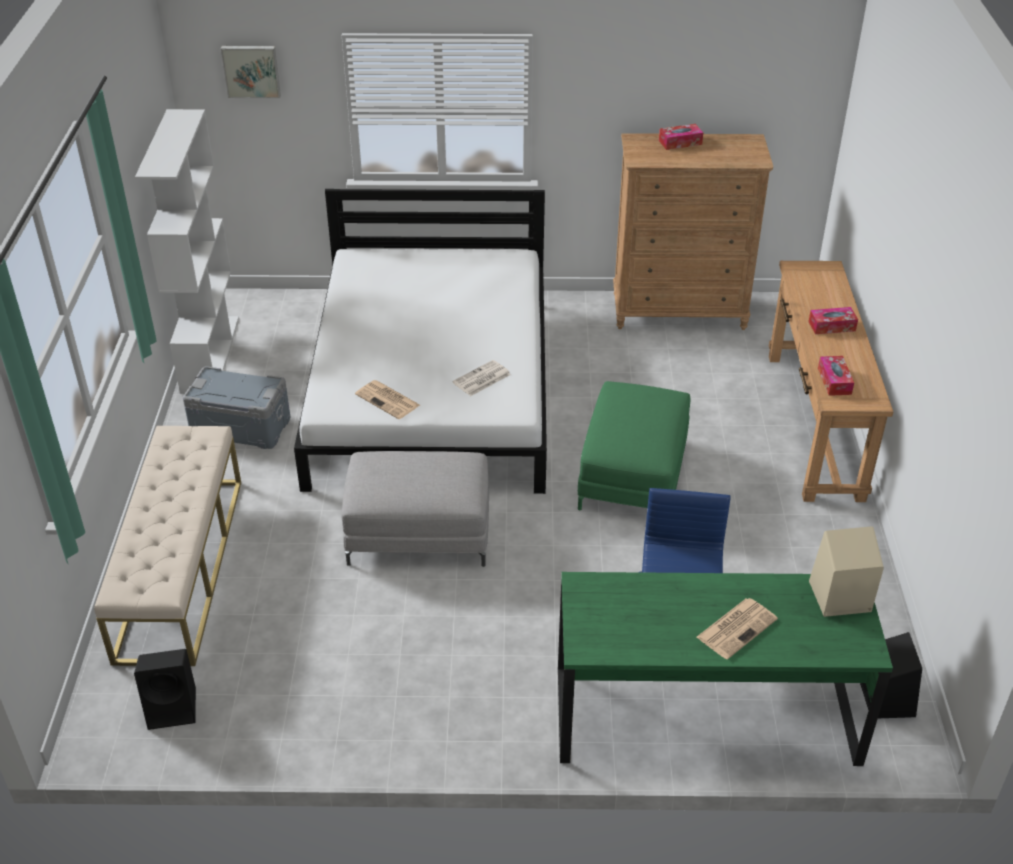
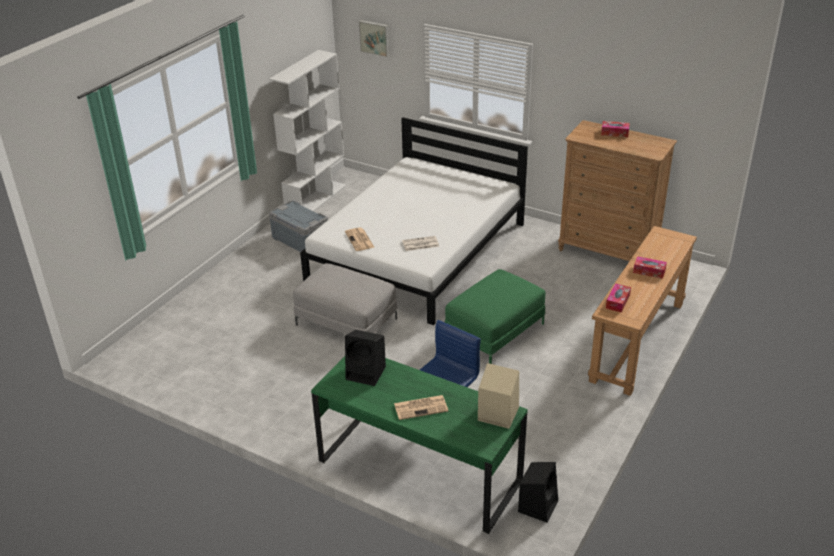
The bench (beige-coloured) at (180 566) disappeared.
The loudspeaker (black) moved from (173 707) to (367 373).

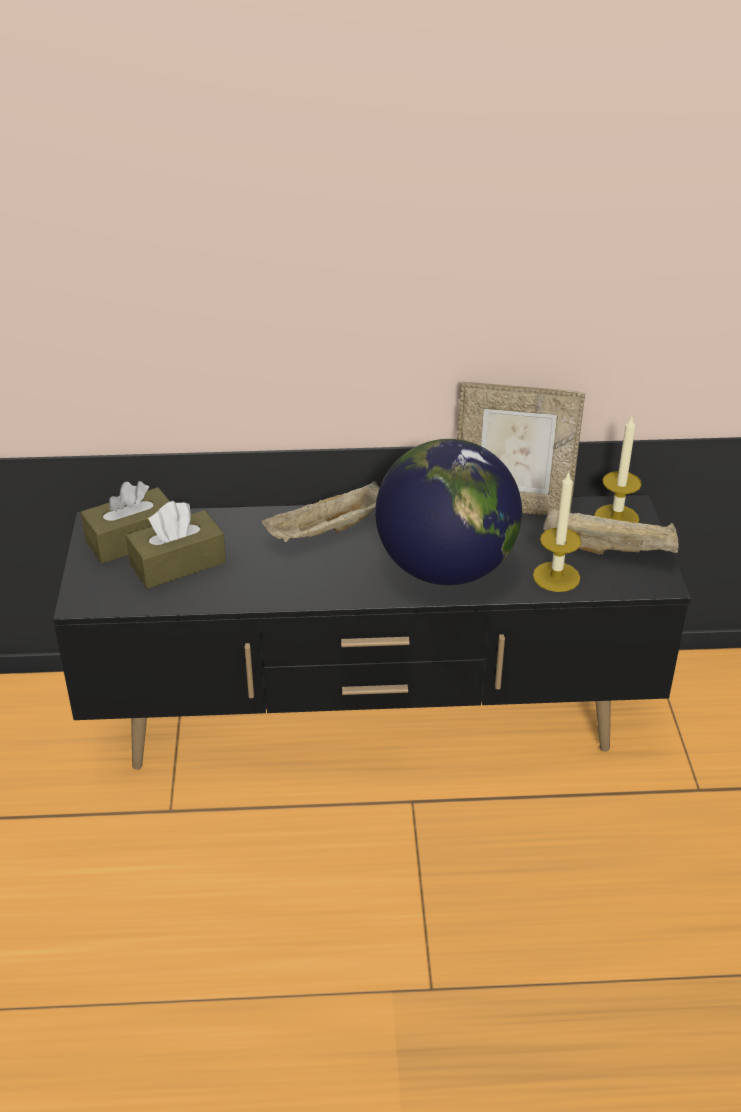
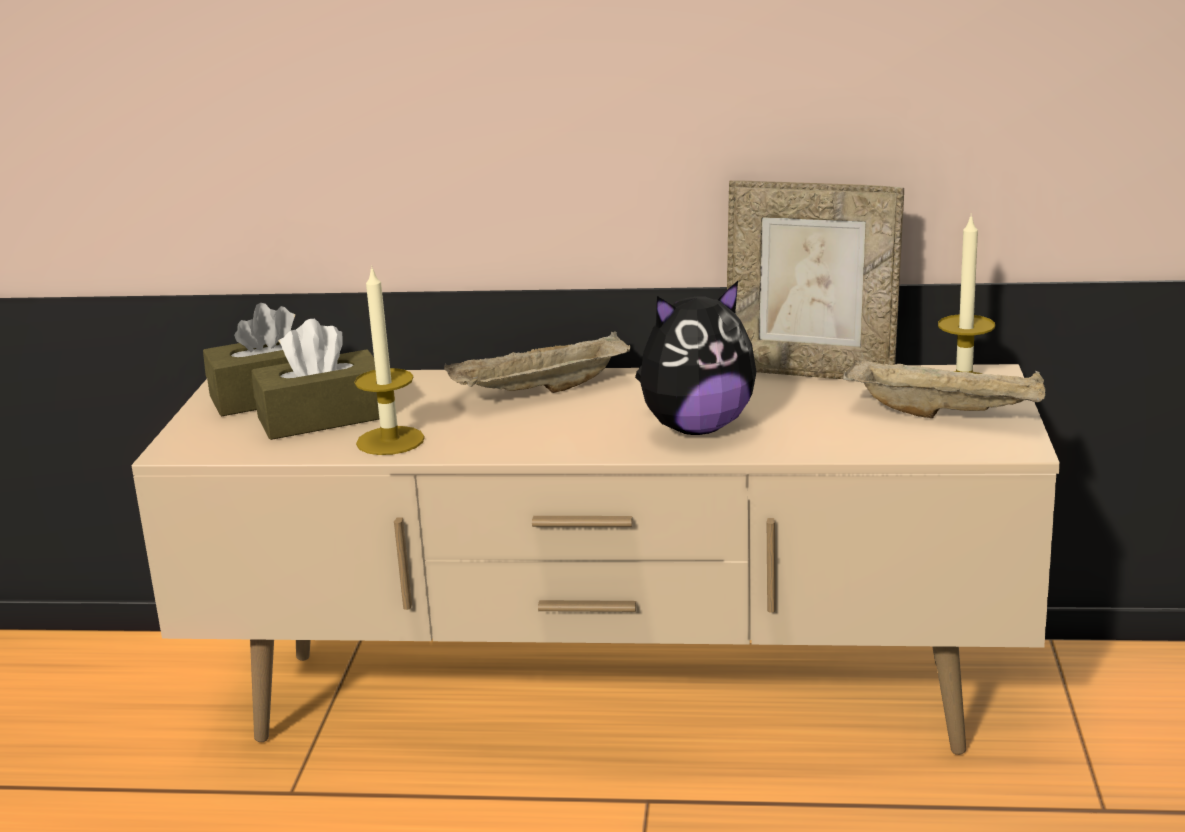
The wax candle moved from (556 577) to (390 441).
The globe at (446 568) was replaced by the soft toy at (696 428).
The tv stand (black) at (372 723) became the tv stand (beige-coloured) at (610 705).

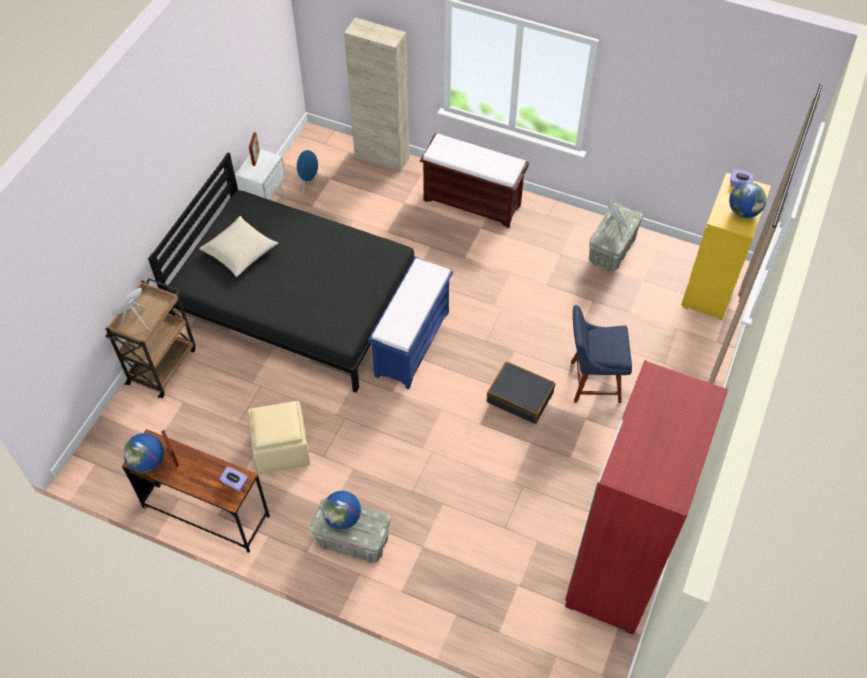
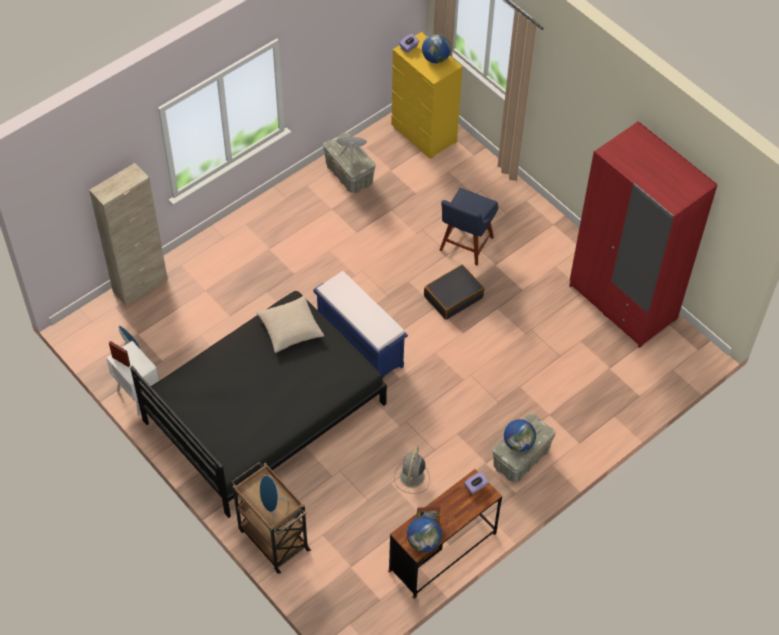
The bench (brownish) at (473 202) disappeared.
The cushion (beige-coloured) moved from (239 251) to (290 328).
The ottoman (beige-coloured) at (281 449) was replaced by the electric fan (gray) at (411 477).

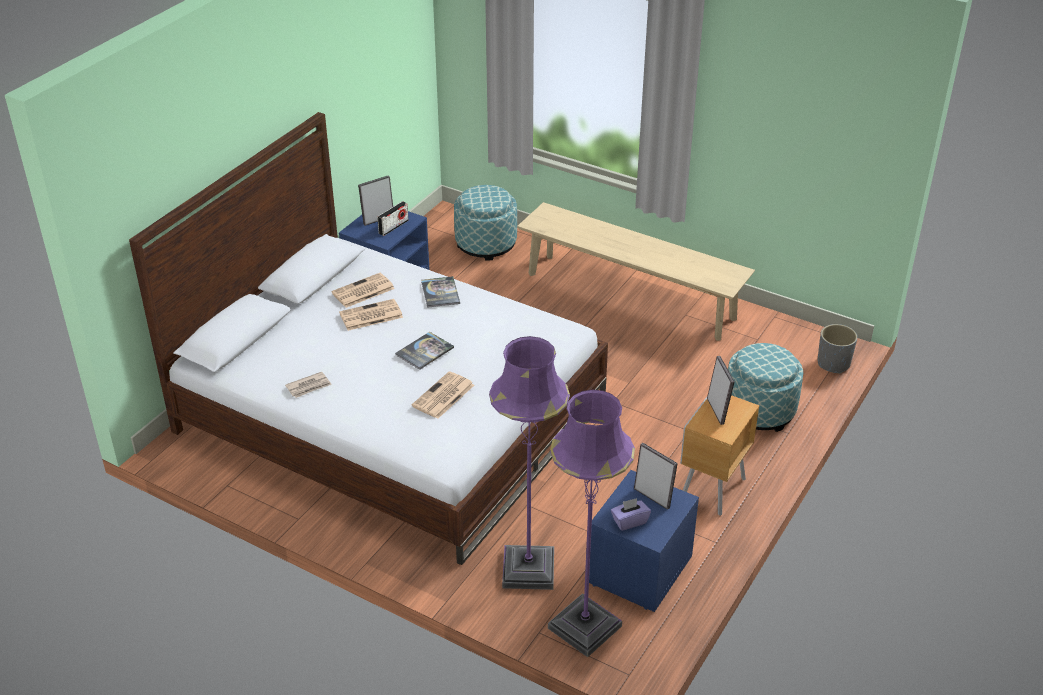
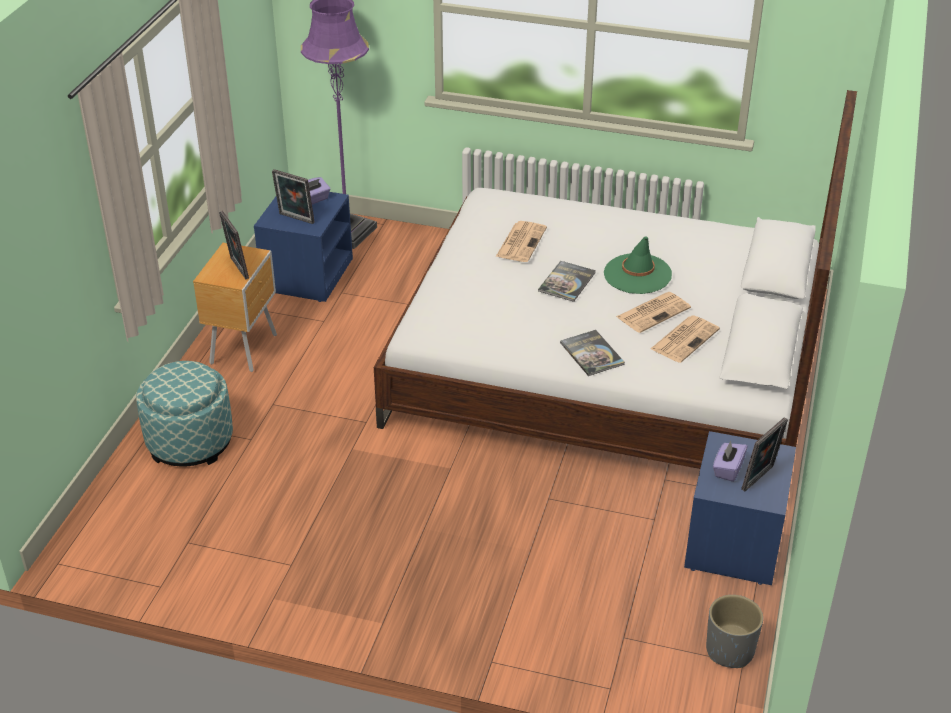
The daily paper at (309 386) disappeared.
The ottoman at (486 244) disappeared.
The standing lamp (purple-coloured) at (528 569) disappeared.
The bench (beige-coloured) at (630 296) disappeared.
The wearable hat (greenish) at (637 274) appeared.
The planter (gray) moved from (833 364) to (729 650).
The radio set at (393 227) was replaced by the box of tissues (purple-coloured) at (728 469).

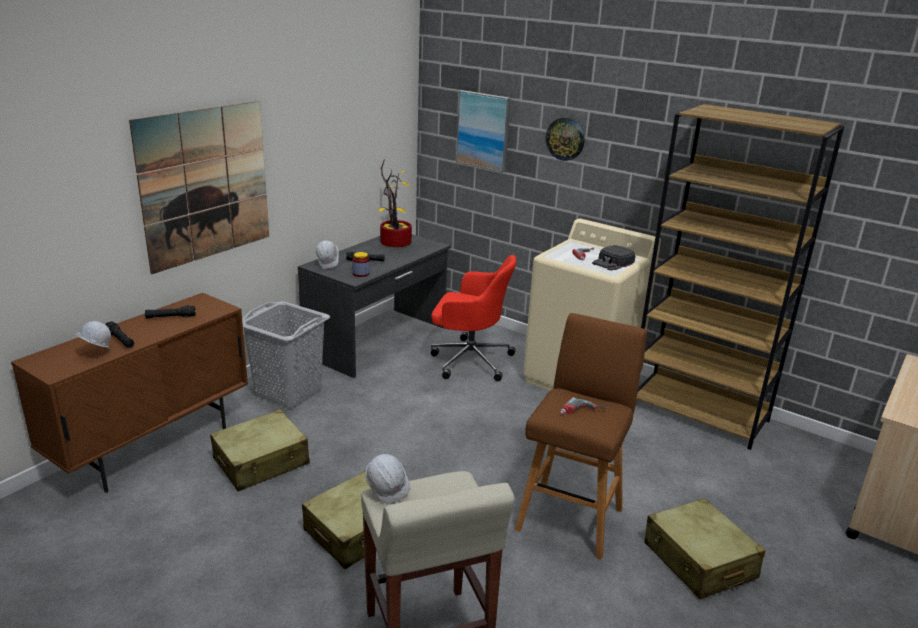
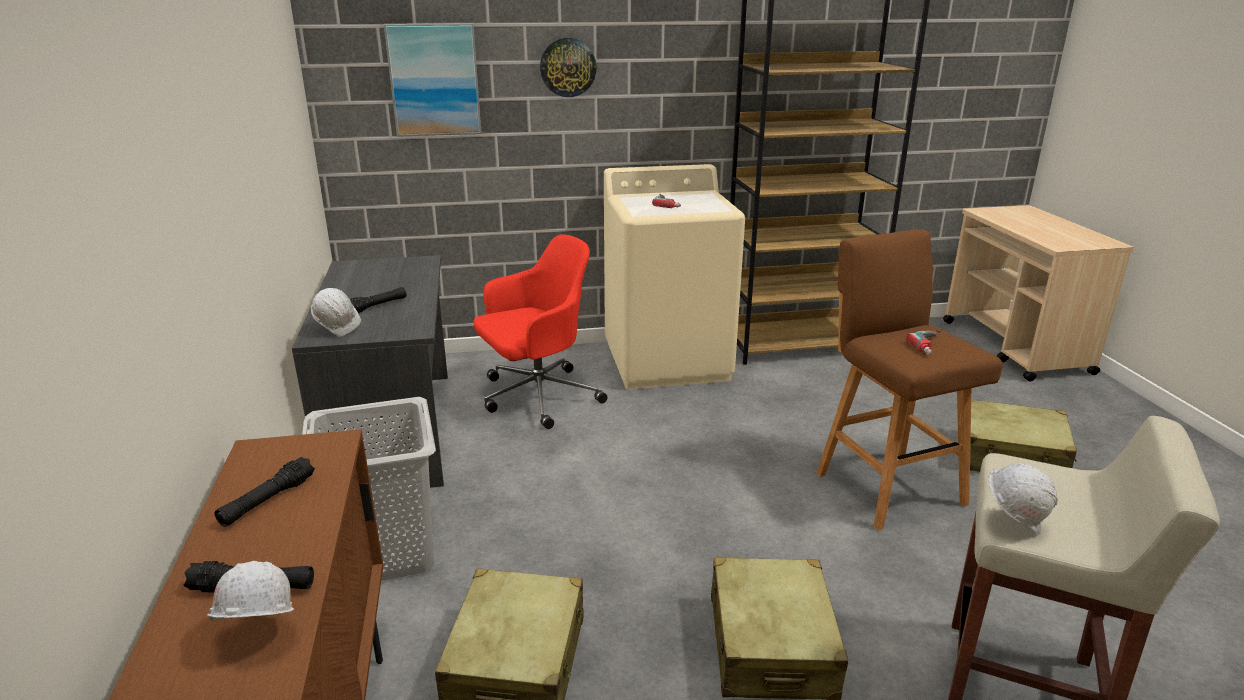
The wall art at (205 184) disappeared.
The storage jar at (361 274) disappeared.
The potted plant at (393 242) disappeared.
The cap (black) at (613 262) disappeared.

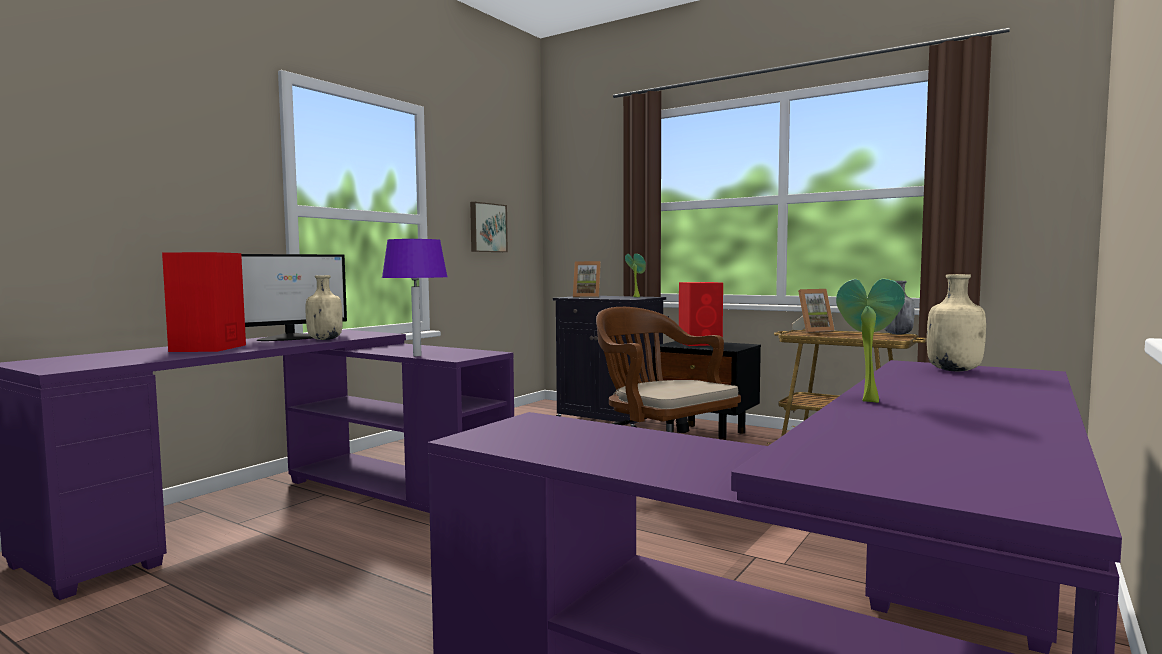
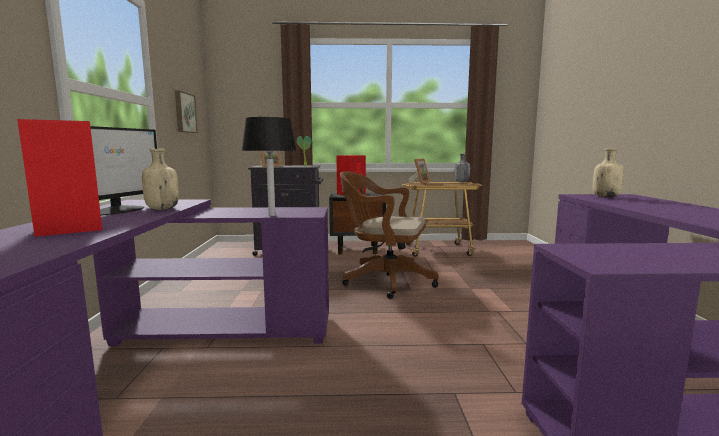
The potted plant at (866 400) disappeared.
The table lamp (purple-coloured) at (417 355) became the table lamp (black) at (271 215).

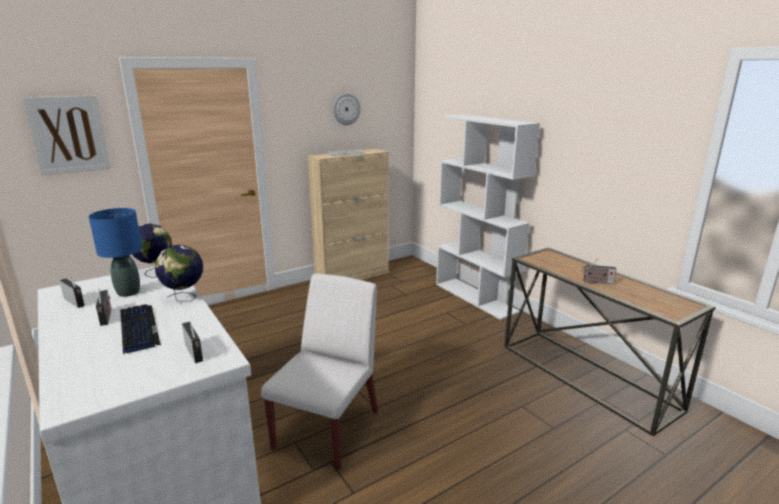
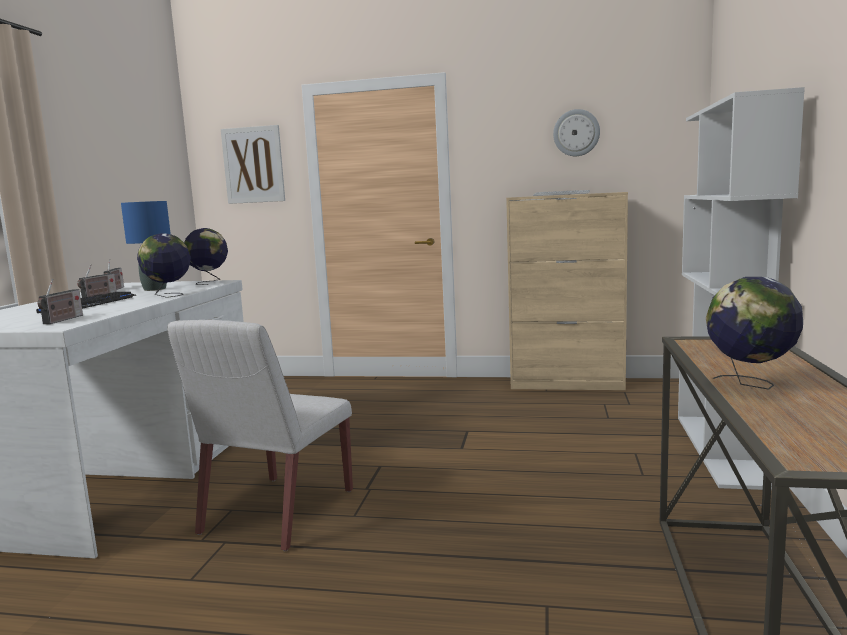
The radio set at (597 282) was replaced by the globe at (750 384).
The chair (white) at (328 428) turned 135 degrees clockwise.

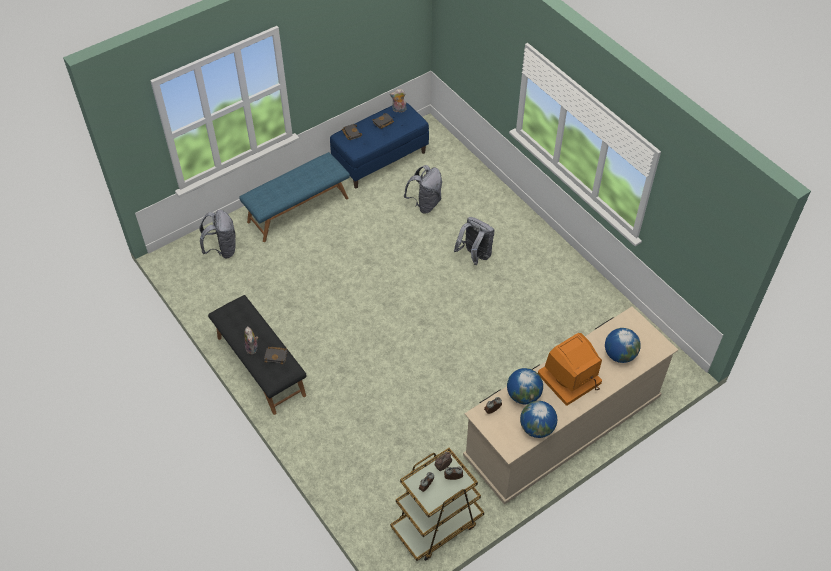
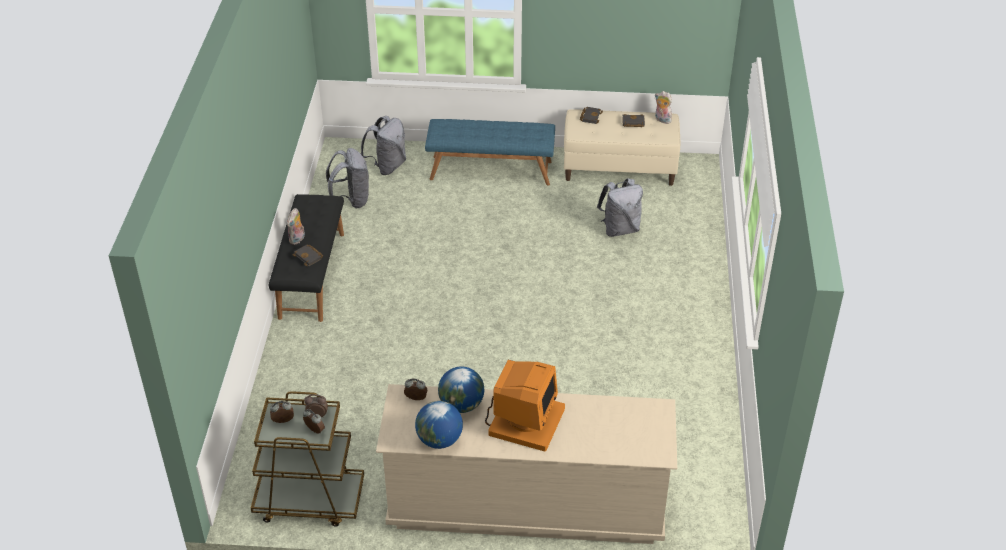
The globe at (619 355) disappeared.
The rucksack (gray) moved from (474 255) to (351 200).
The bench (blue) at (380 159) became the bench (beige-coloured) at (620 168).
The computer display at (570 379) turned 105 degrees clockwise.

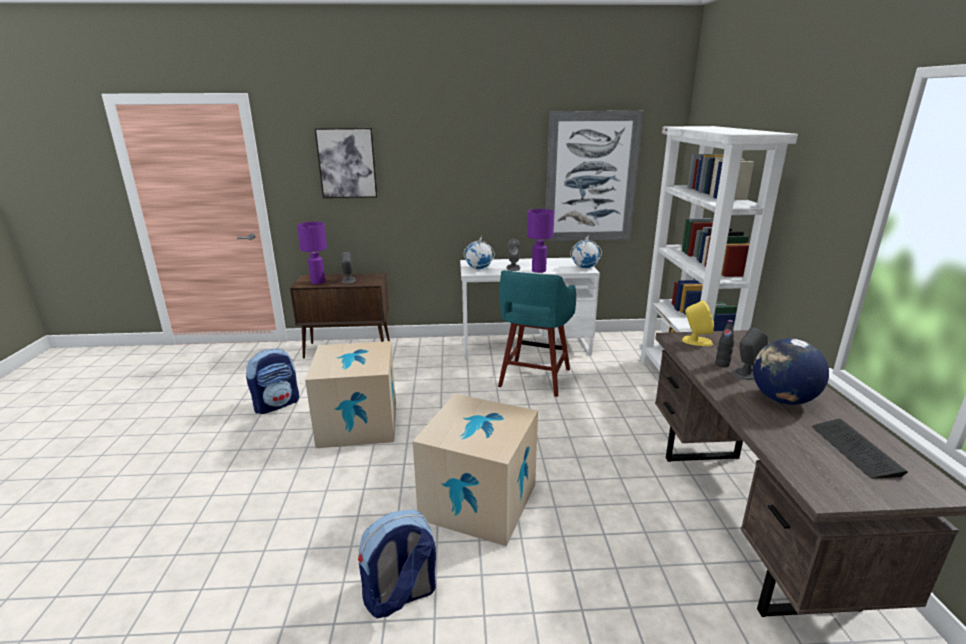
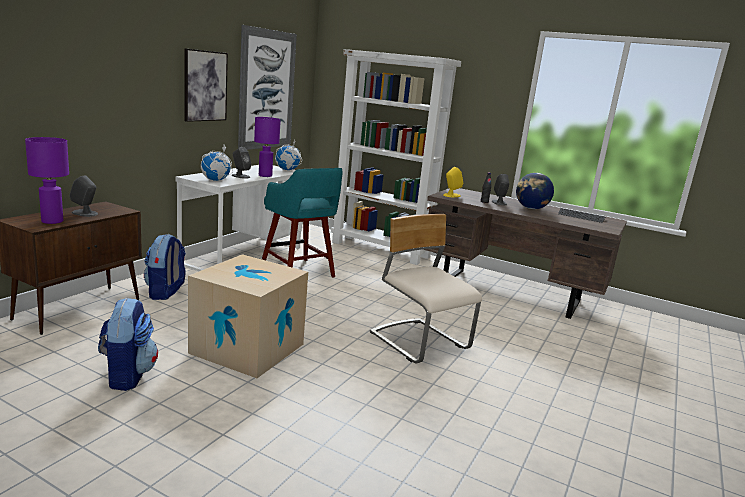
The wall art moved from (347 163) to (205 86).
The rucksack moved from (400 596) to (166 293).
The carton at (479 501) was replaced by the chair (beige-coloured) at (420 342).

